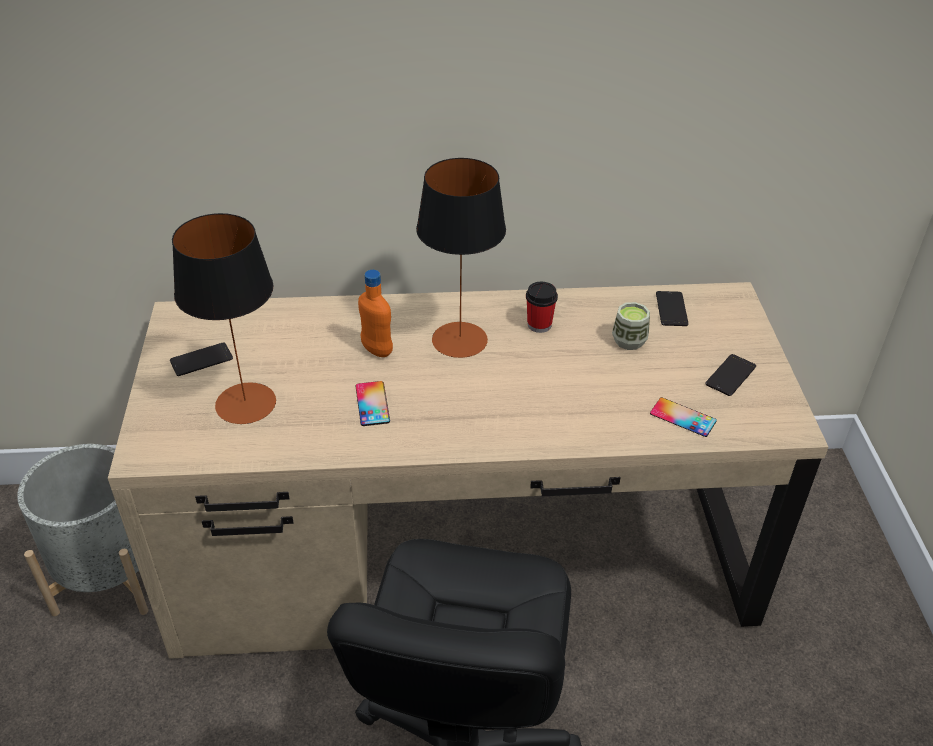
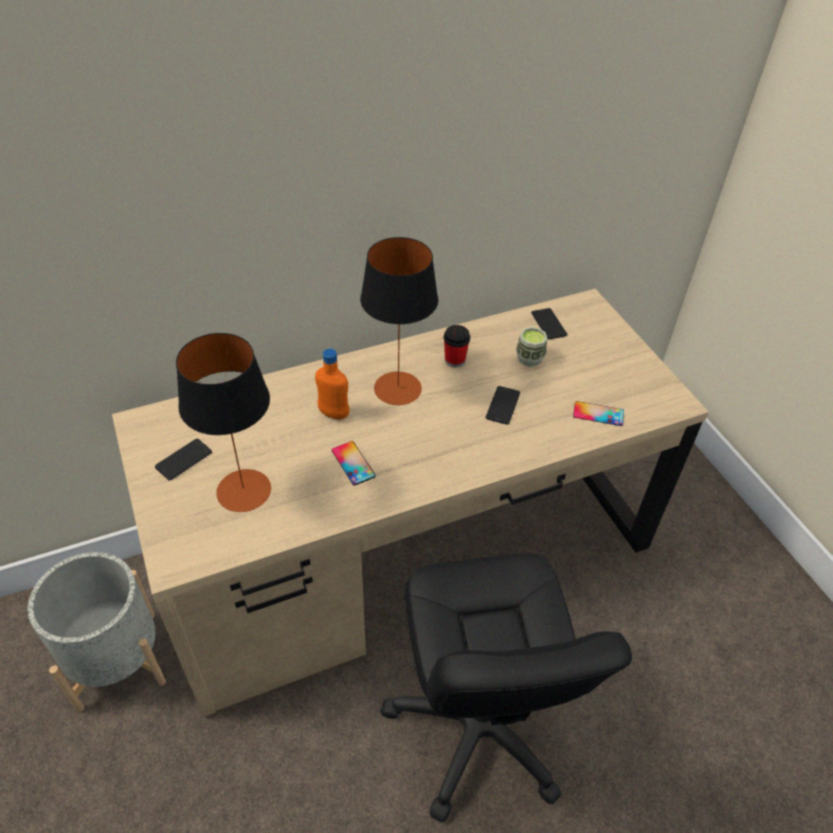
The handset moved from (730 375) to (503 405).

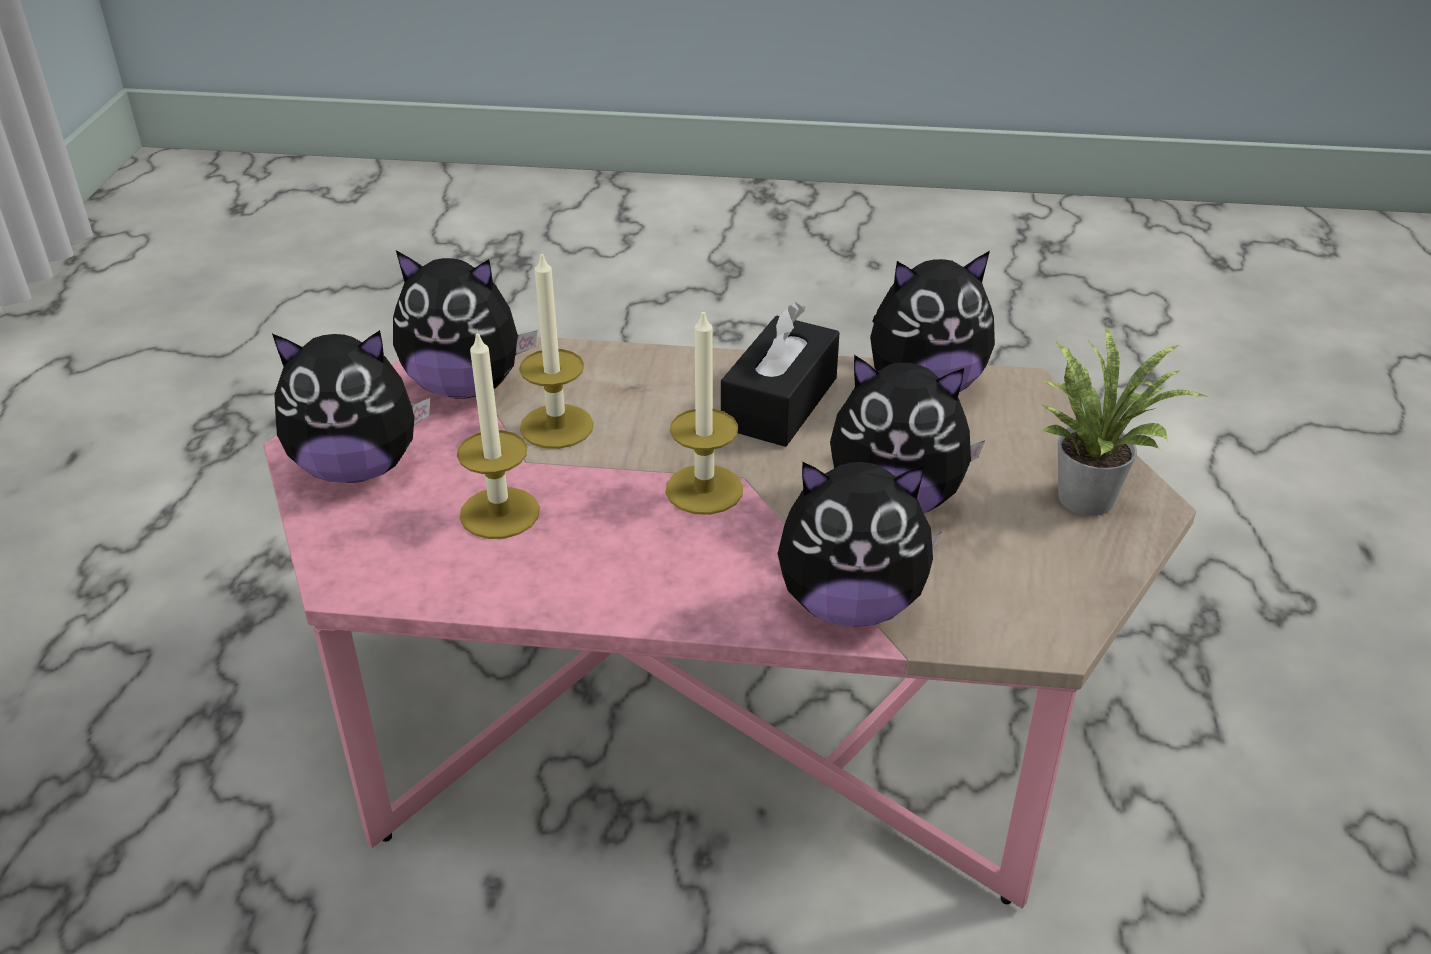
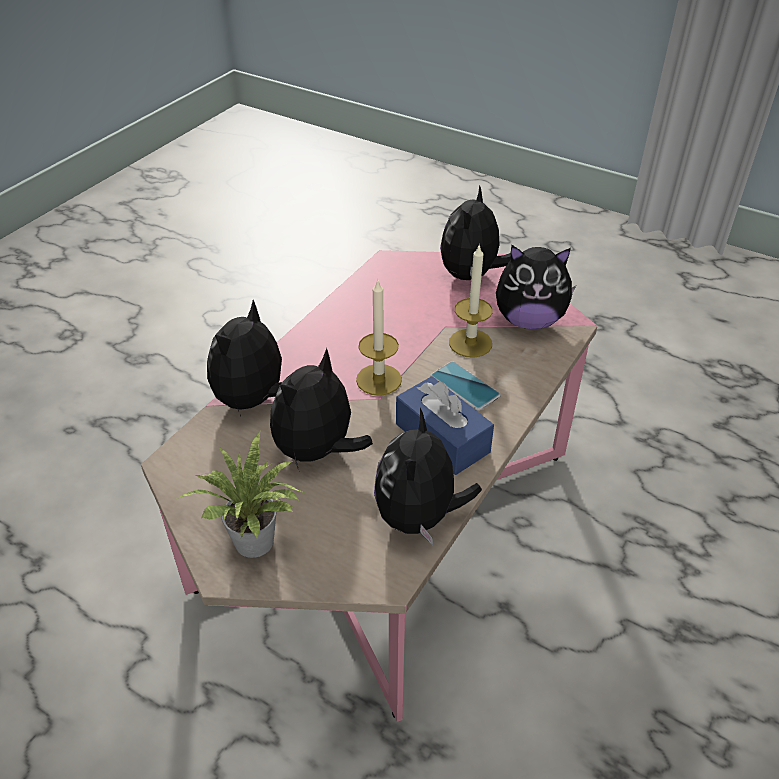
The wax candle at (499 513) disappeared.
The handset at (464 386) appeared.
The box of tissues (black) at (779 403) became the box of tissues (blue) at (442 438).
The soft toy at (465 386) turned 120 degrees counterclockwise.

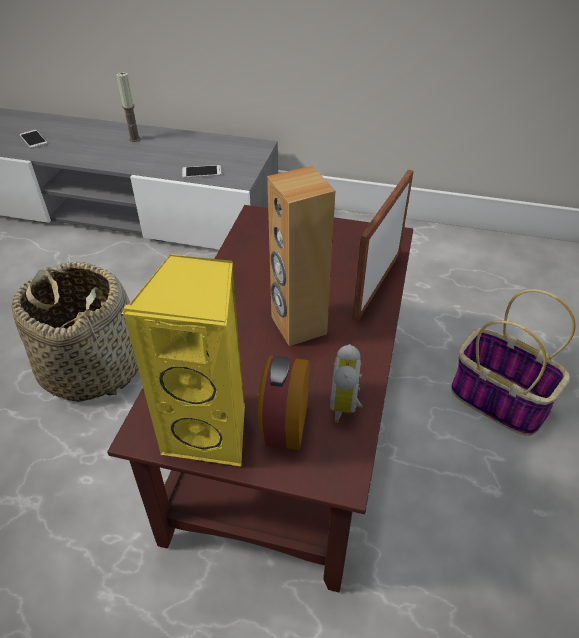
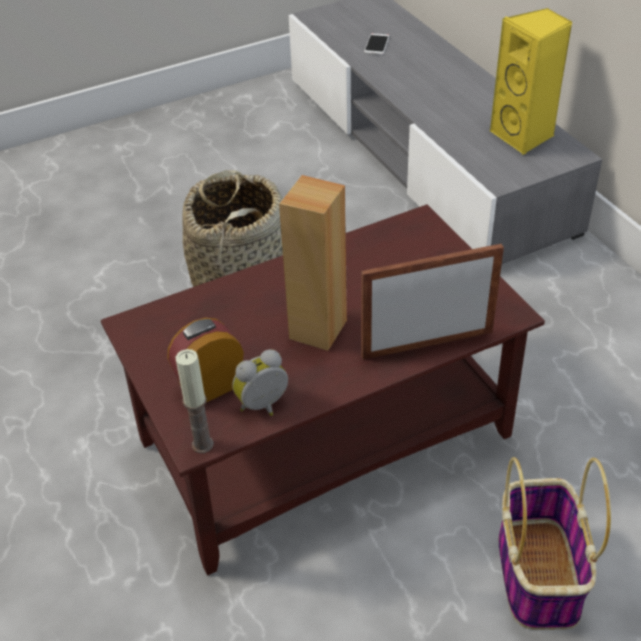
The handset at (201 172) disappeared.
The wax candle moved from (134 139) to (202 444).
The loudspeaker (yellowish) moved from (211 431) to (524 136).

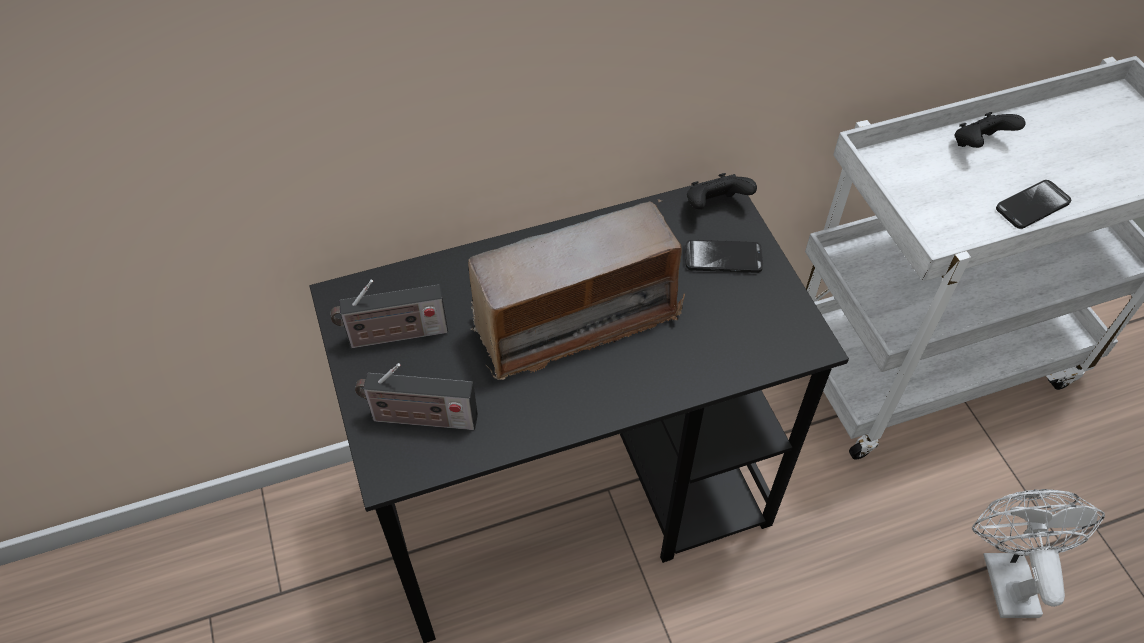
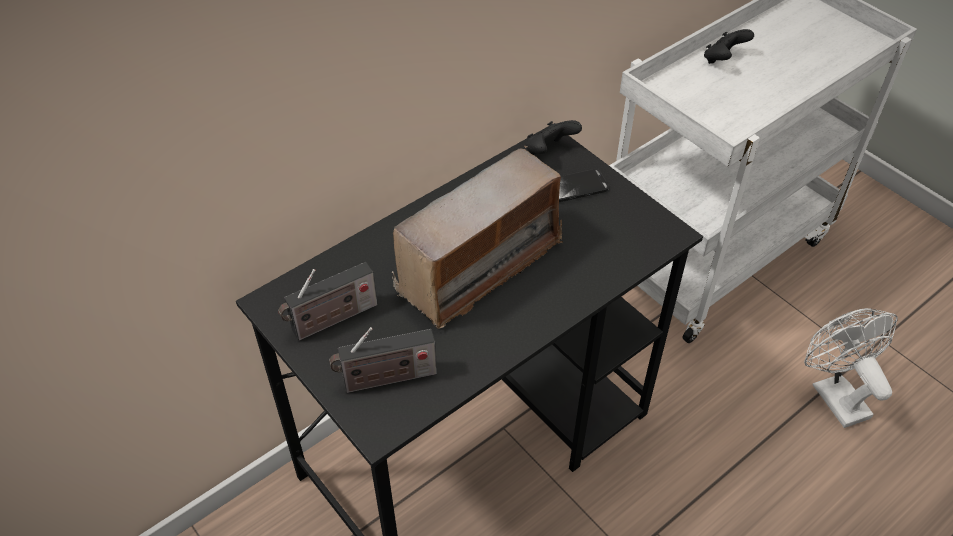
The handset at (1032 205) disappeared.

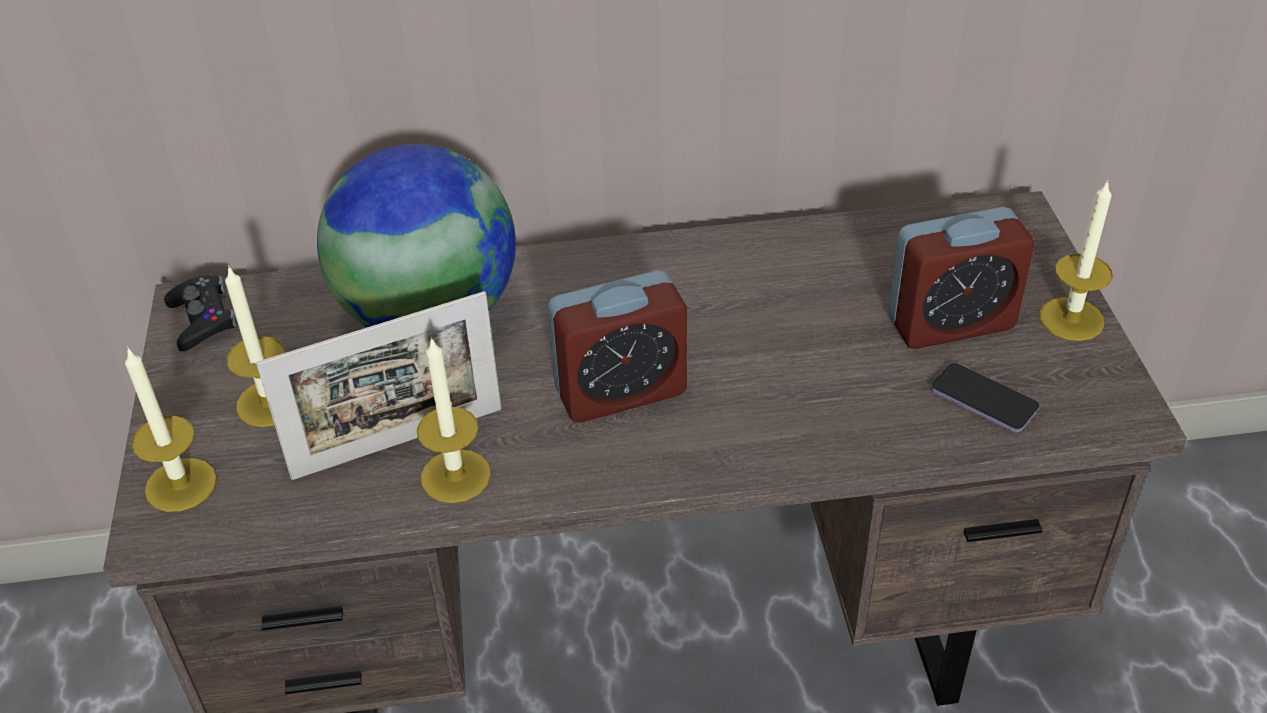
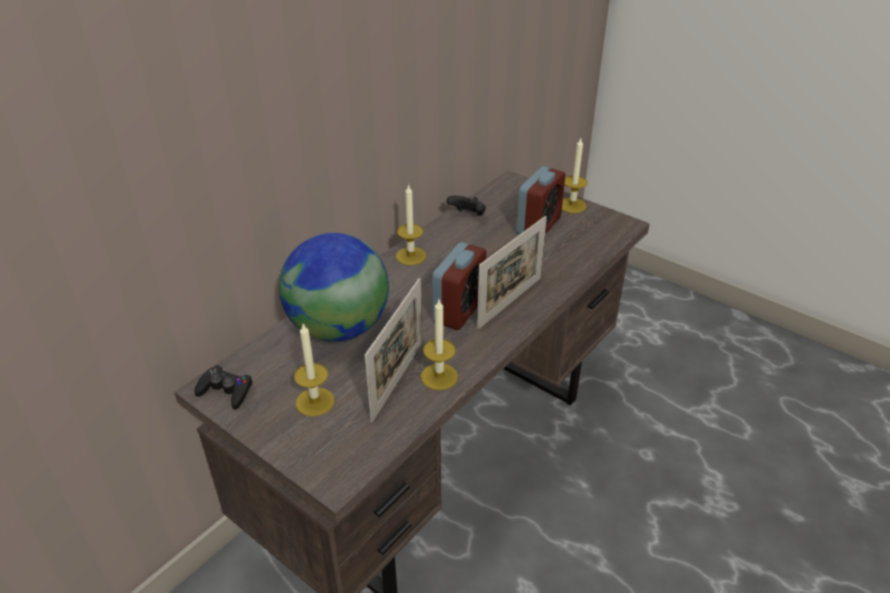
The handset at (984 400) disappeared.
The joypad (black) at (468 215) appeared.
The picture frame at (509 302) appeared.
The wax candle moved from (181 485) to (411 256).

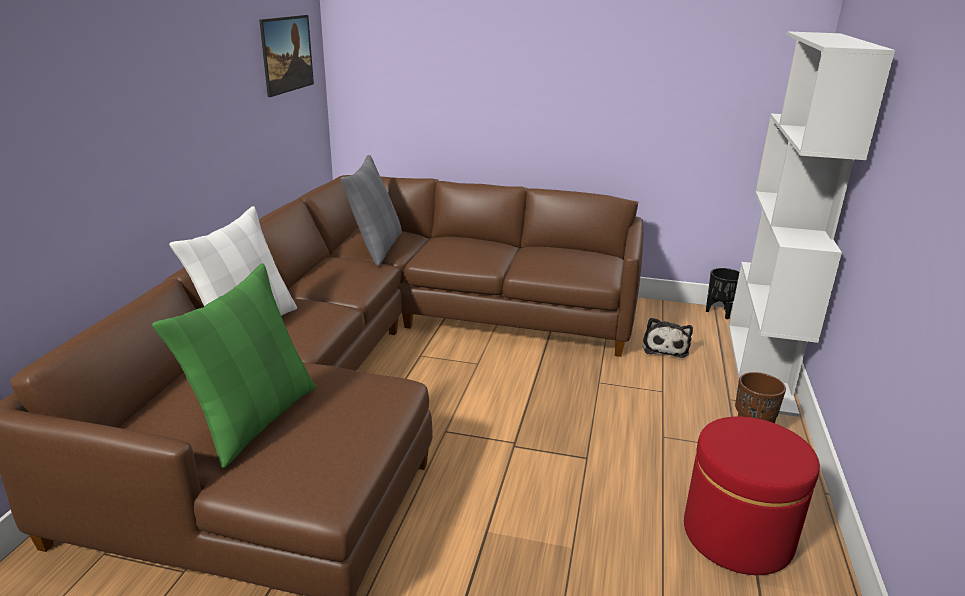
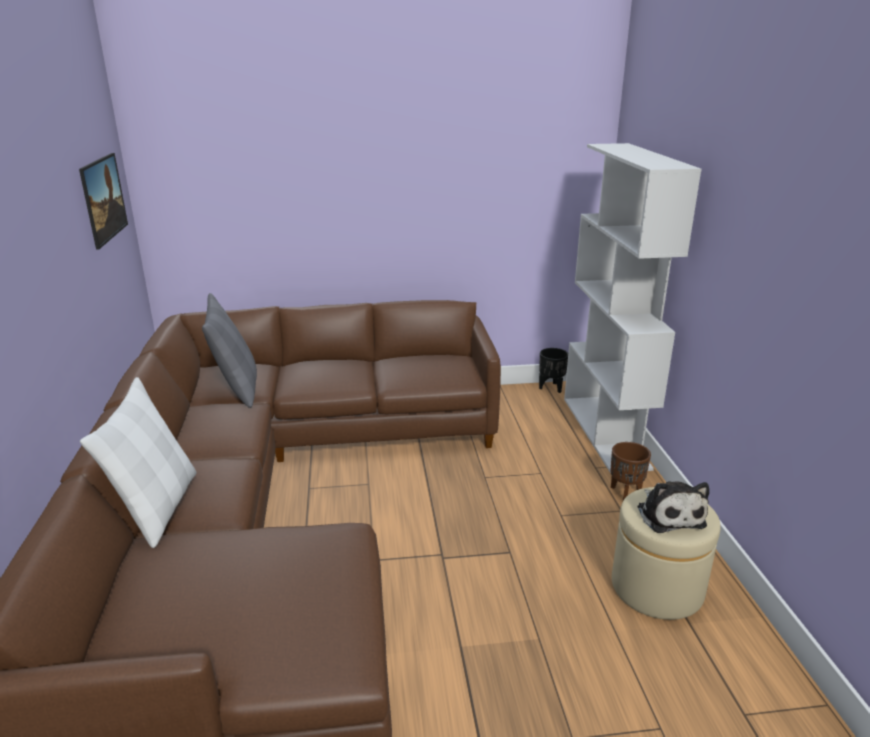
The cushion (greenish) at (255 419) disappeared.
The soft toy moved from (665 347) to (669 514).
The ottoman (red) at (737 535) became the ottoman (beige-coloured) at (657 587).

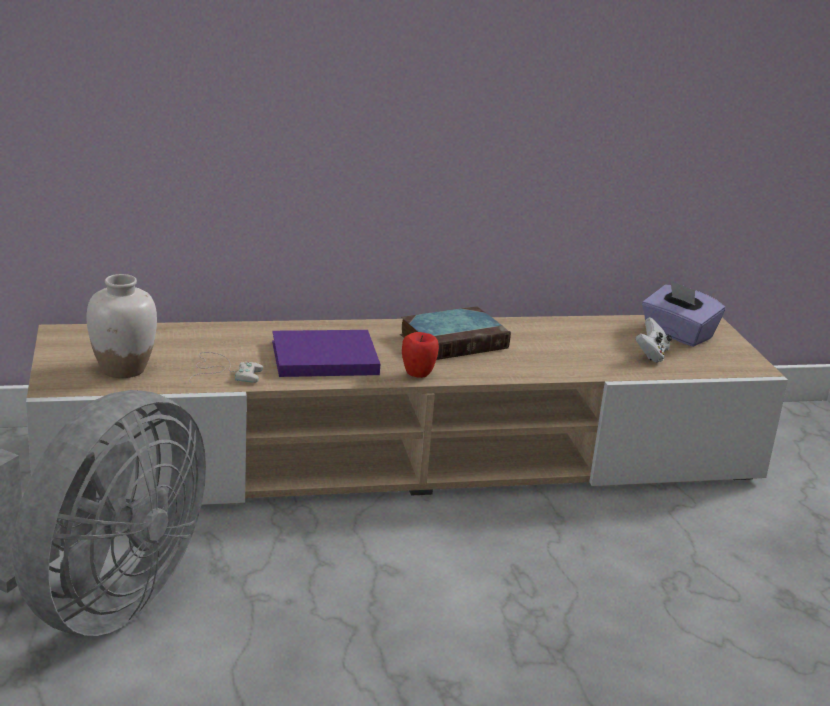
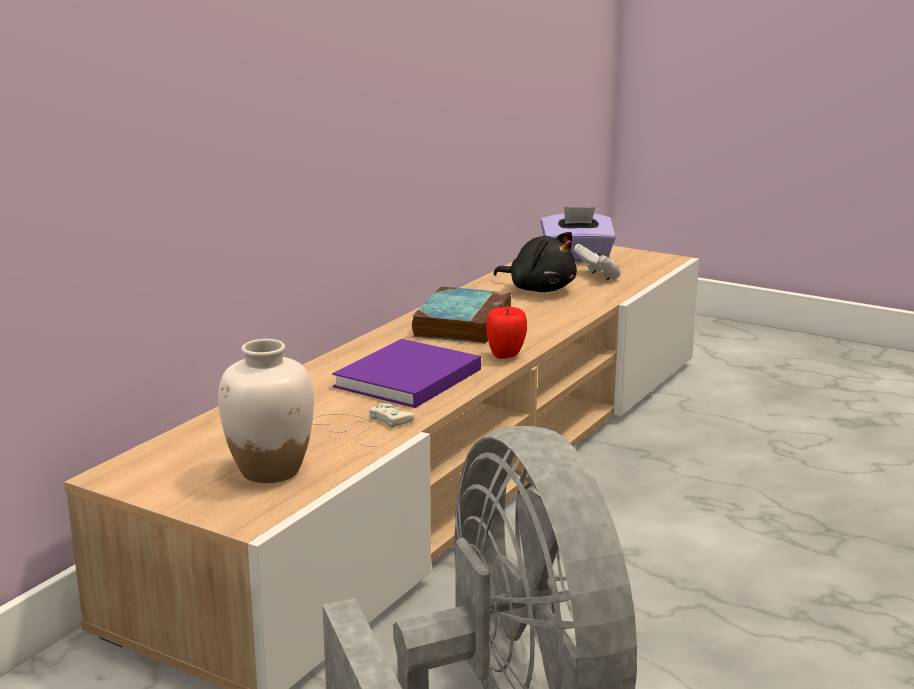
The soft toy (black) at (539 289) appeared.

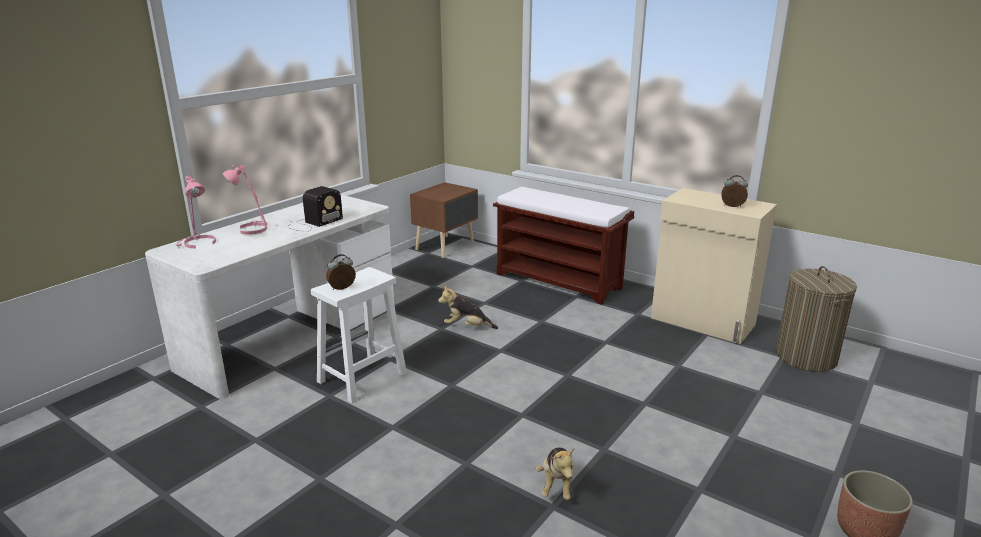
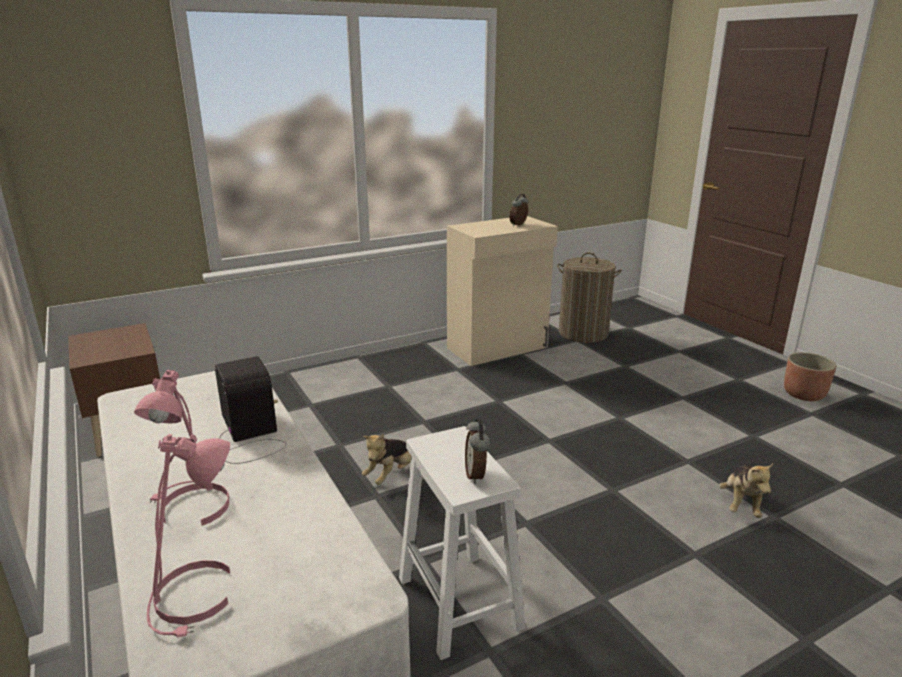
The bench (brownish) at (559 281) disappeared.
The soft toy at (556 485) turned 75 degrees clockwise.

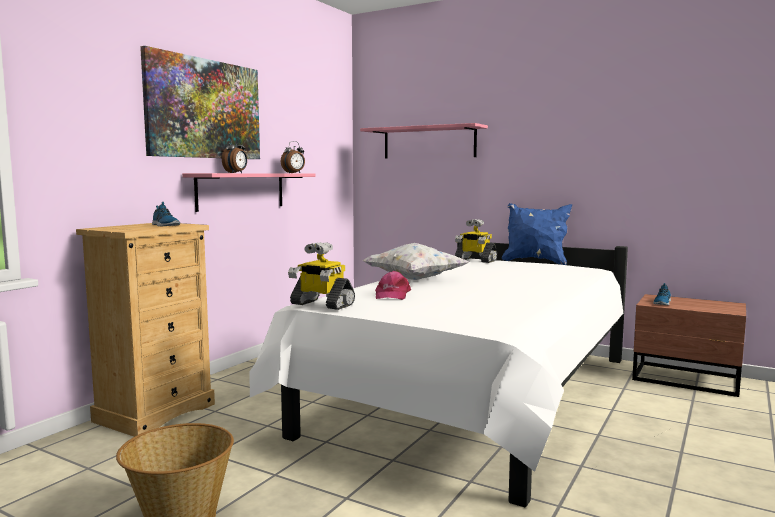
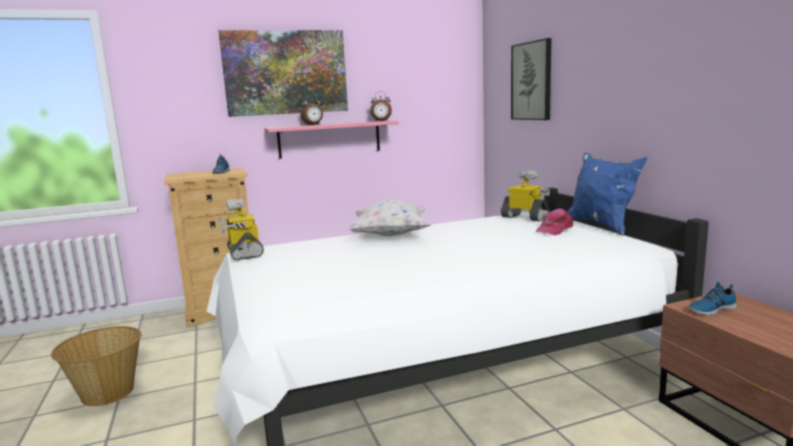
The cap (pink) moved from (392 295) to (554 230).
The shelf (pink) at (429 142) was replaced by the wall art at (532 81).
The model robot at (475 260) turned 150 degrees clockwise.

